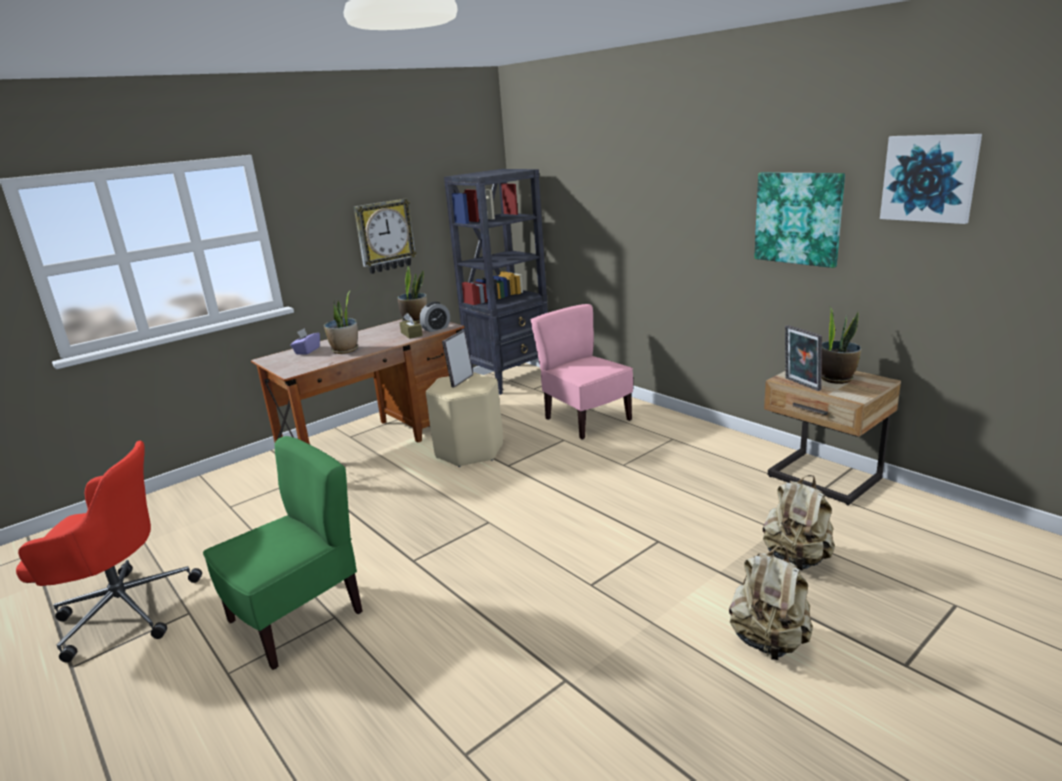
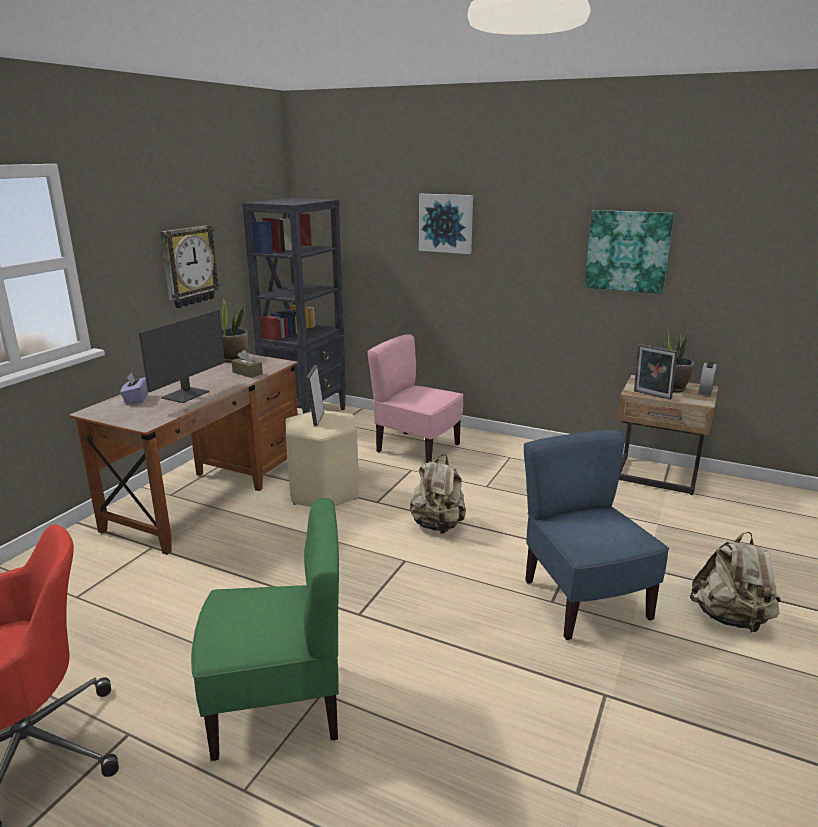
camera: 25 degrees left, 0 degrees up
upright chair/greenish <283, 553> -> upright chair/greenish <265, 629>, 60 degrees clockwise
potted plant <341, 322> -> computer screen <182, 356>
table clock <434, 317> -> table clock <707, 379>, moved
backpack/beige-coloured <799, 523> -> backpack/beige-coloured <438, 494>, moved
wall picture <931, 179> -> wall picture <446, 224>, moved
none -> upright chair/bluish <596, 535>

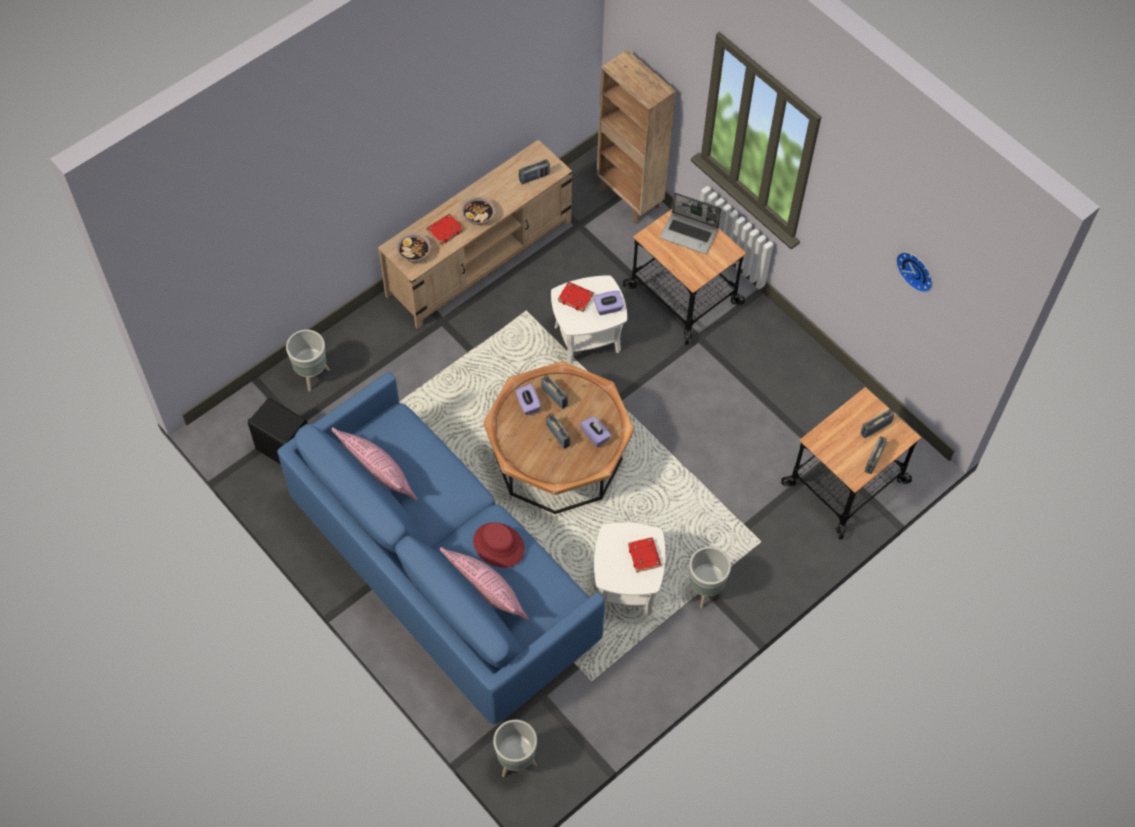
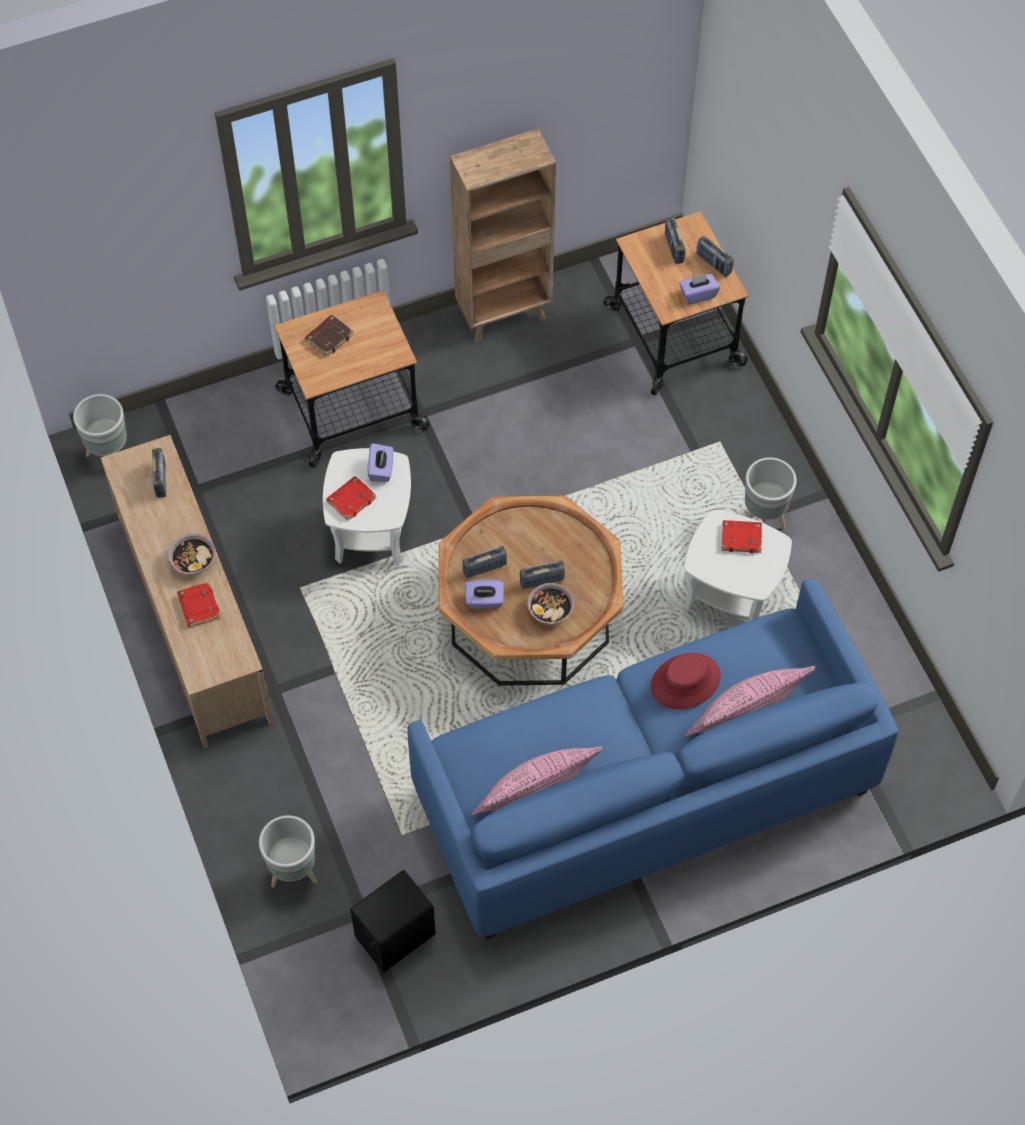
camera: 70 degrees left, 0 degrees up
serving bowl <414, 247> -> serving bowl <550, 604>, moved
planter/gray <515, 748> -> planter/gray <100, 425>, moved
tissue holder/purplish <596, 431> -> tissue holder/purplish <699, 289>, moved
bookshelf/brownish <636, 137> -> bookshelf/brownish <503, 236>, moved
portable computer <690, 223> -> volume/brownish <329, 336>
hanging clock <914, 272> -> none

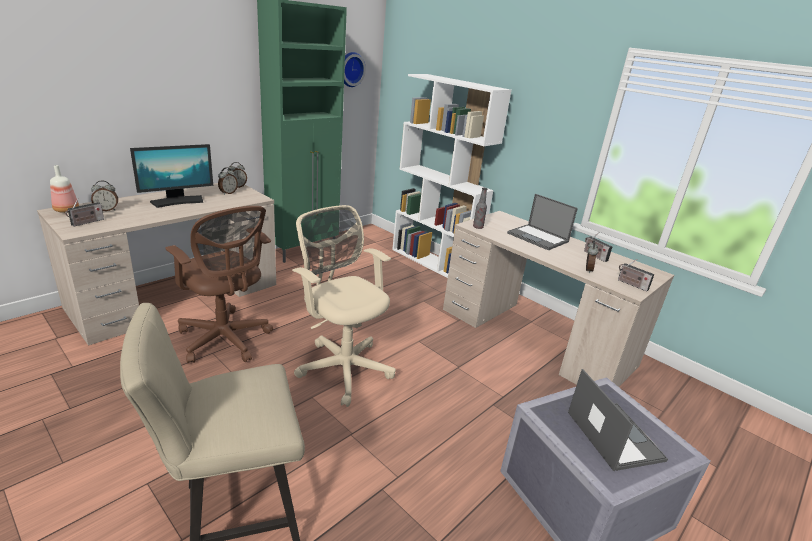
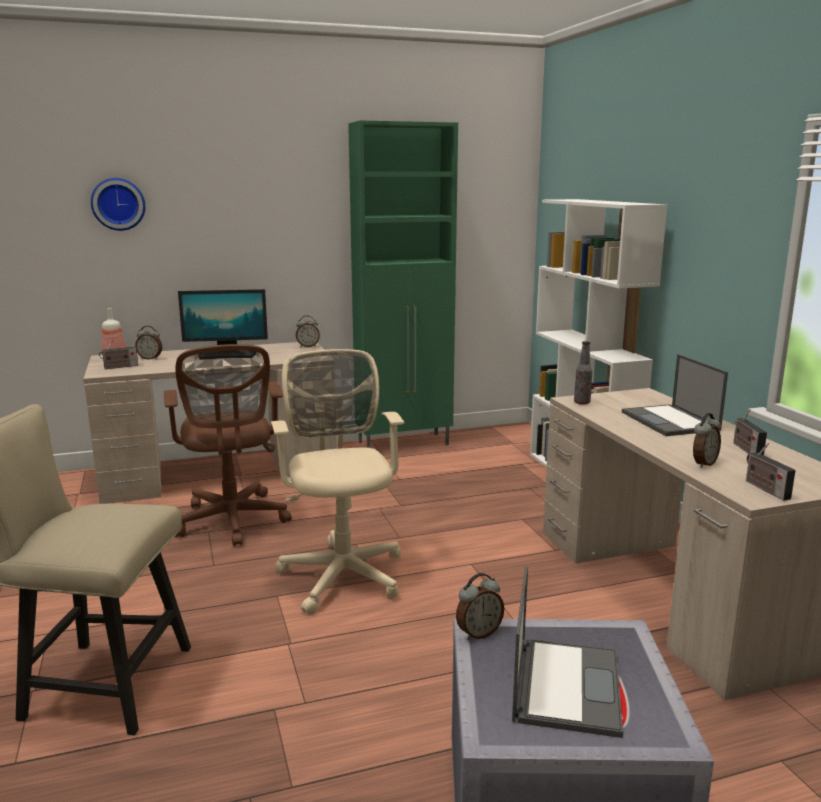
camera: 30 degrees right, 10 degrees down
table clock <228, 181> -> table clock <480, 606>, moved
hanging clock <355, 69> -> hanging clock <118, 204>, moved

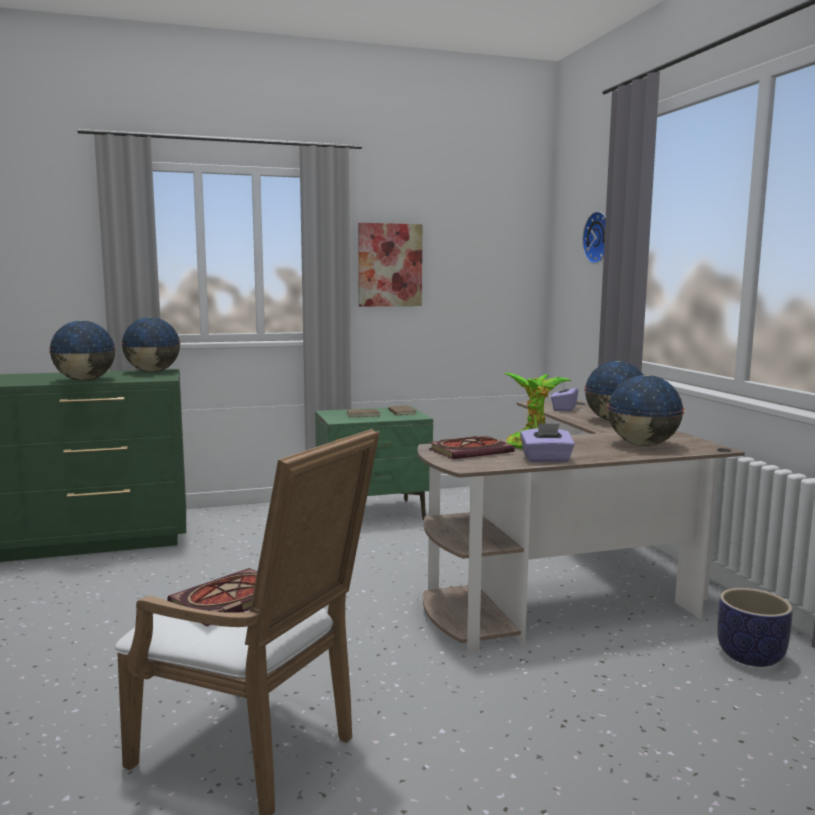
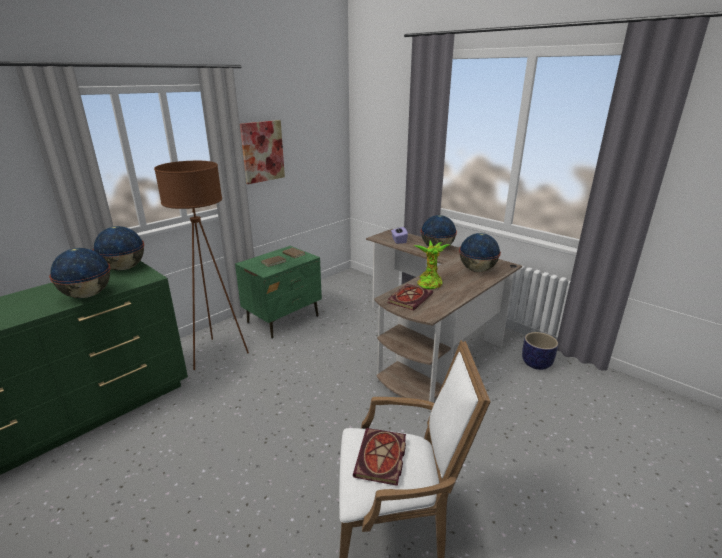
camera: 30 degrees left, 15 degrees up
tissue holder/purplish <547, 442> -> none
hanging clock <594, 237> -> none
none -> standing lamp/brownish <201, 265>

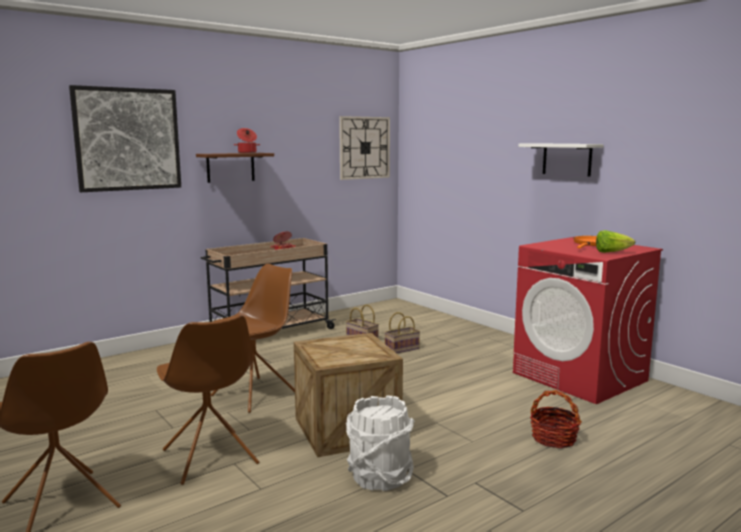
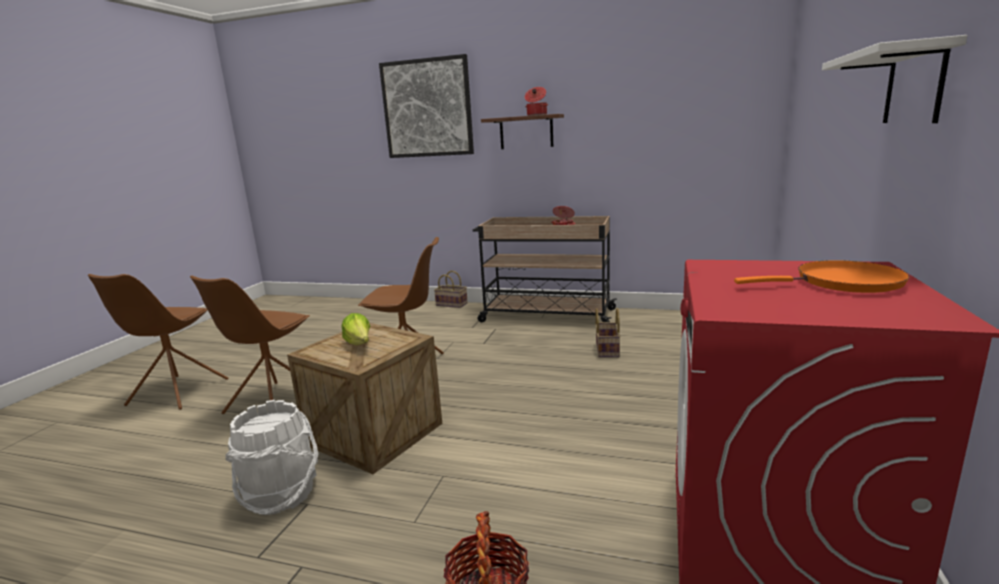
camera: 55 degrees right, 5 degrees up
hanging clock <364, 148> -> none
storage basket <402, 333> -> storage basket <451, 289>, moved
lettuce head <615, 241> -> lettuce head <356, 329>, moved

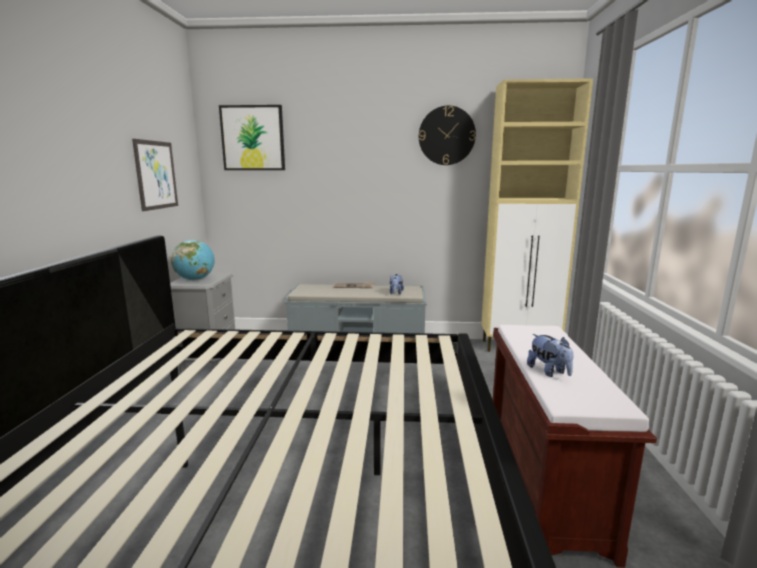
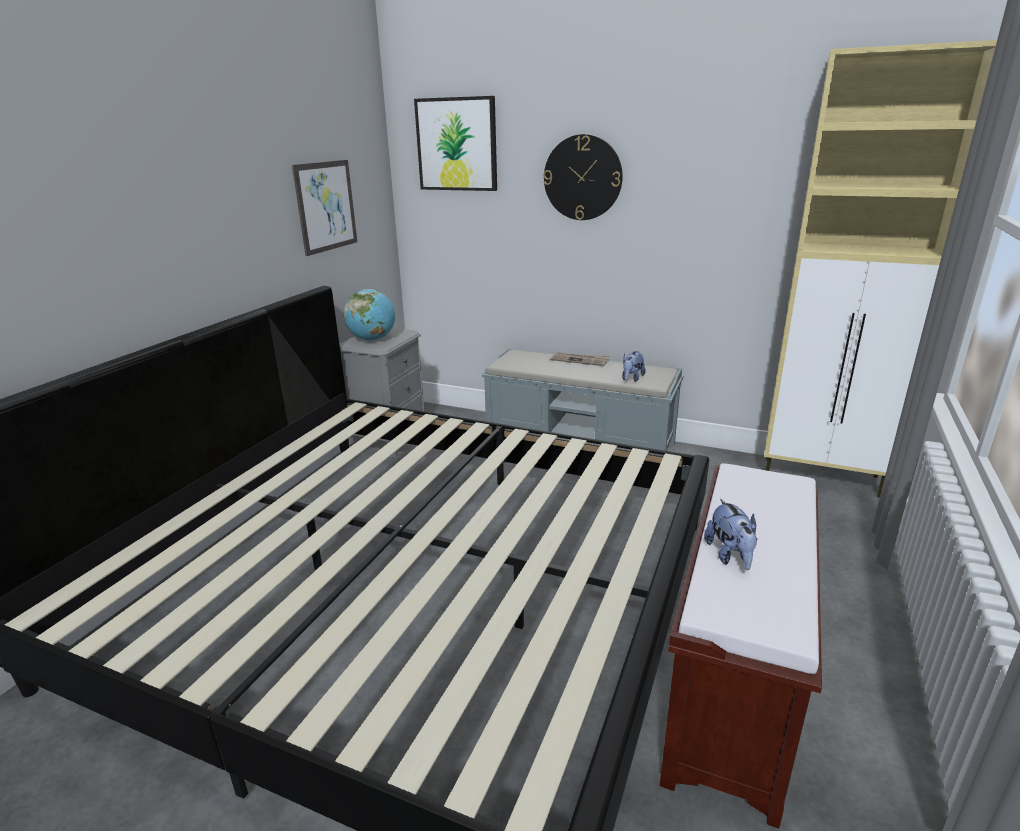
camera: 20 degrees right, 10 degrees up
hanging clock <447, 135> -> hanging clock <583, 177>, moved

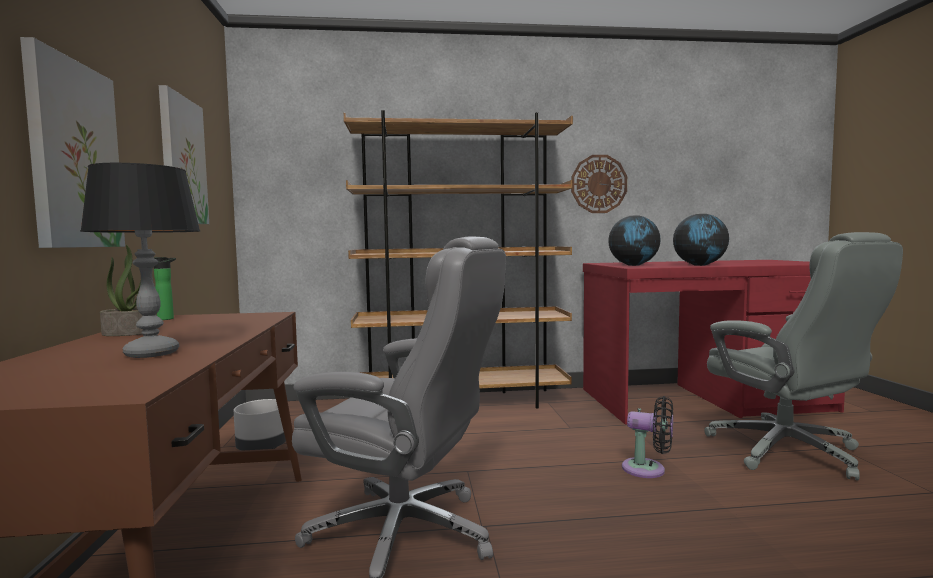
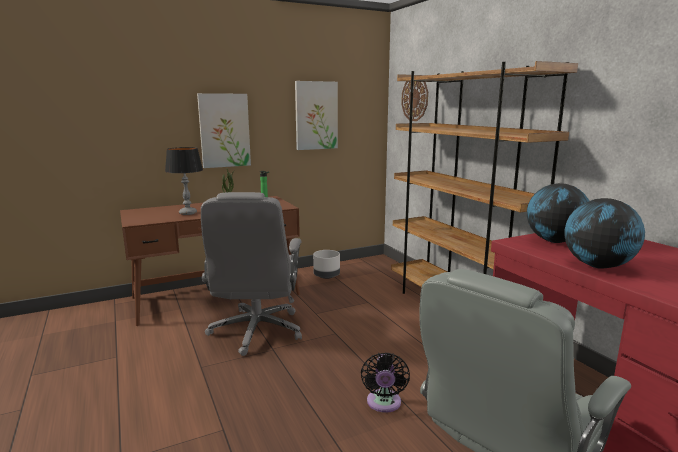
camera: 70 degrees right, 10 degrees up
hanging clock <599, 184> -> hanging clock <414, 101>, moved

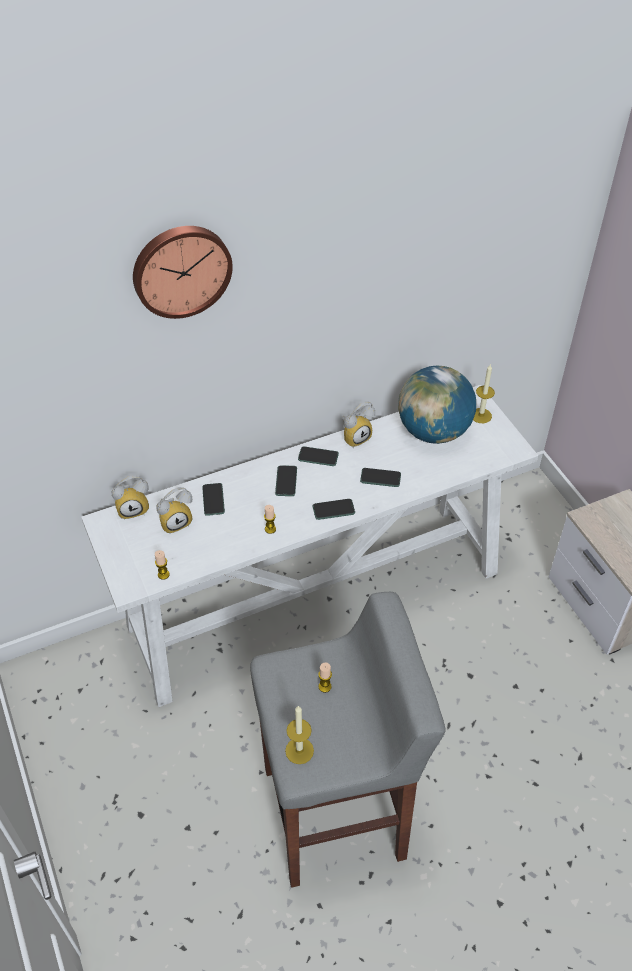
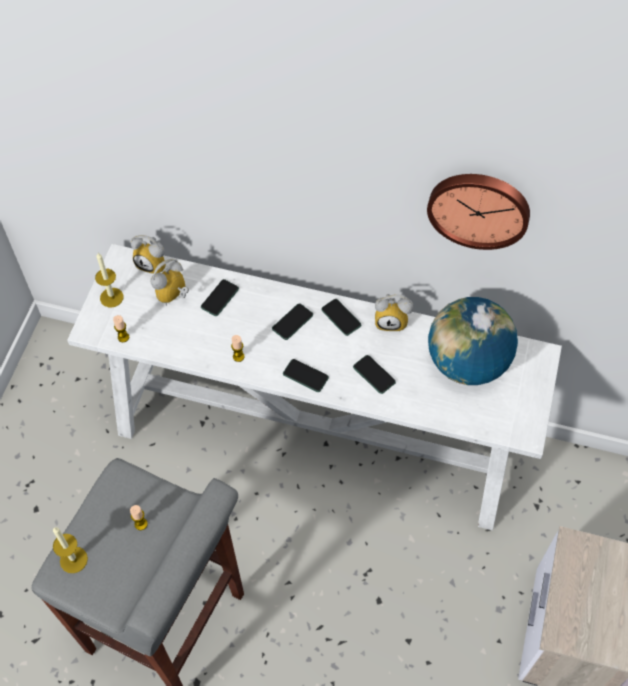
camera: 40 degrees right, 10 degrees up
hanging clock <183, 272> -> hanging clock <478, 212>, moved
table clock <174, 510> -> table clock <169, 282>, 120 degrees clockwise
wax light <484, 394> -> wax light <109, 280>, moved

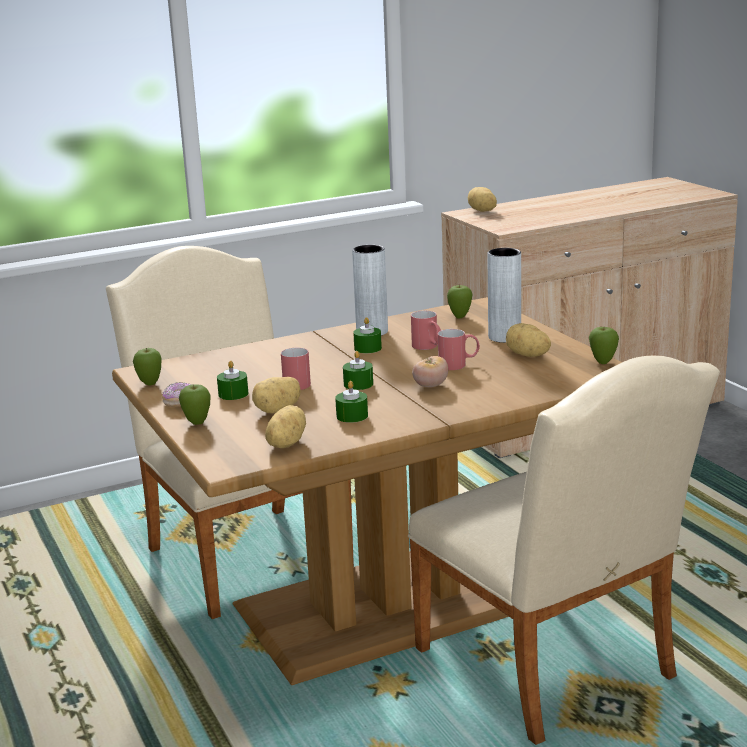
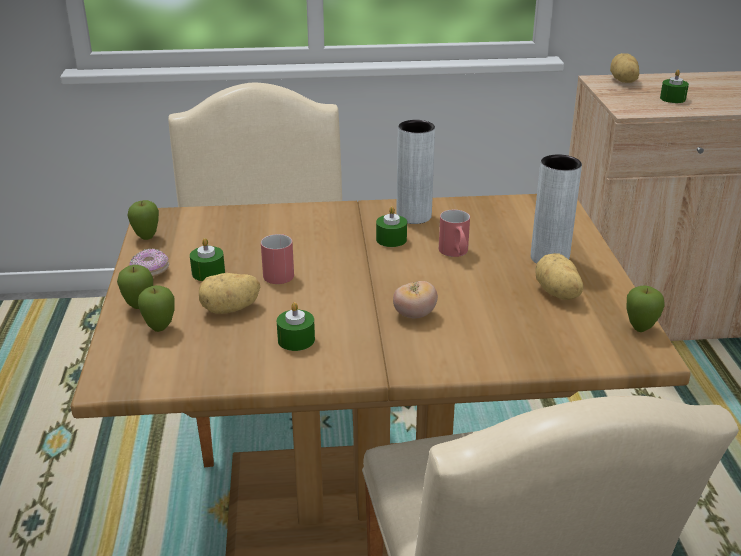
camera: 20 degrees right, 10 degrees up
potato <285, 426> -> none
wax light/greenish <358, 370> -> wax light/greenish <674, 86>, moved
coffee mug/red <459, 349> -> none
apple <460, 302> -> apple <156, 308>, moved

